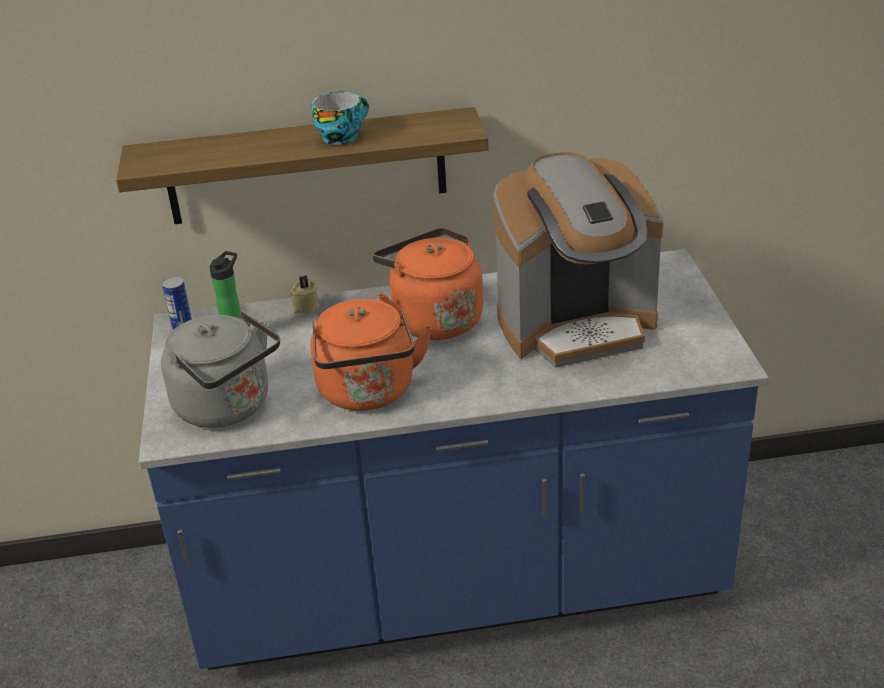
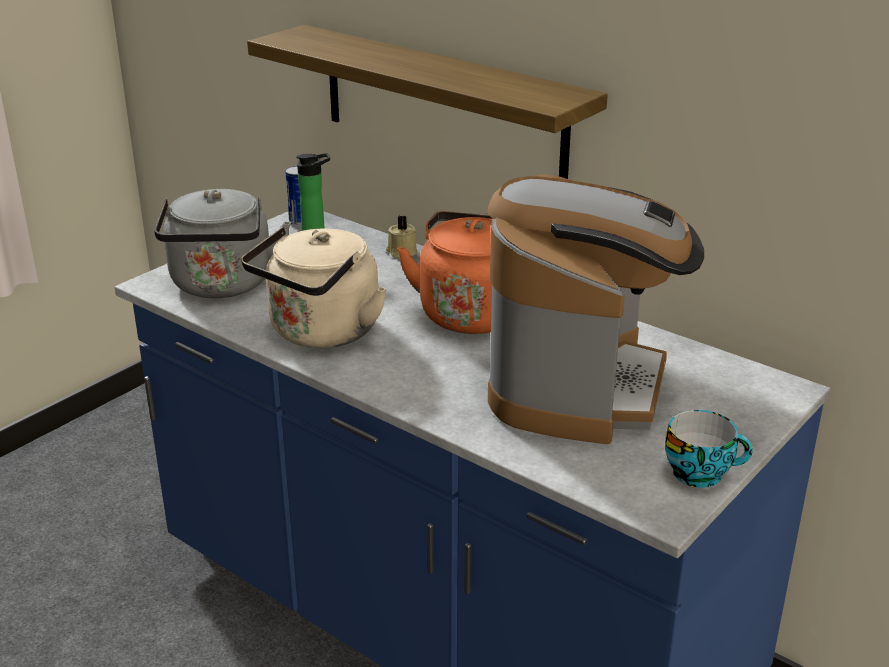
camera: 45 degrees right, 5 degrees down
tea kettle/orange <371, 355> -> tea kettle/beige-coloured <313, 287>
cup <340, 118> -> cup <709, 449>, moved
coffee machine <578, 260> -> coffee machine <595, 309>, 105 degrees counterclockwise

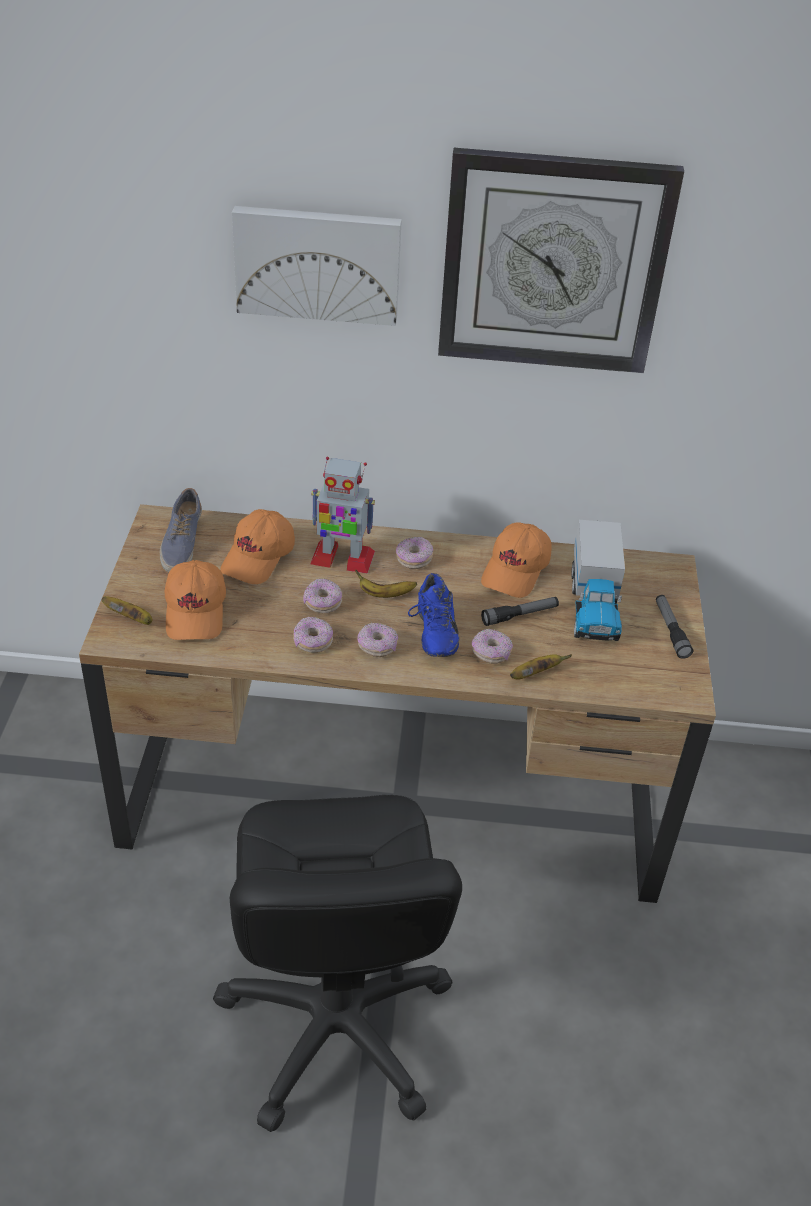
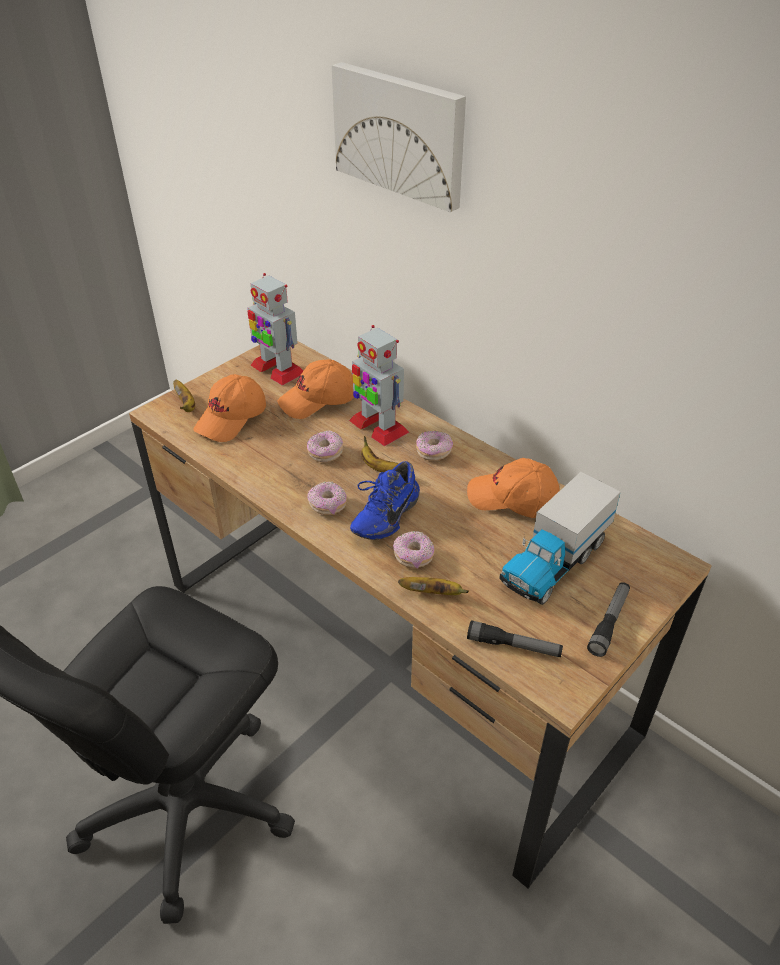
camera: 40 degrees right, 0 degrees up
low shoe <181, 530> -> toy robot <275, 329>
doughnut <313, 635> -> none
hanging clock <561, 260> -> none
peaked cap/orange <516, 560> -> peaked cap/orange <513, 488>, 45 degrees clockwise
hand torch <520, 611> -> hand torch <515, 638>, moved

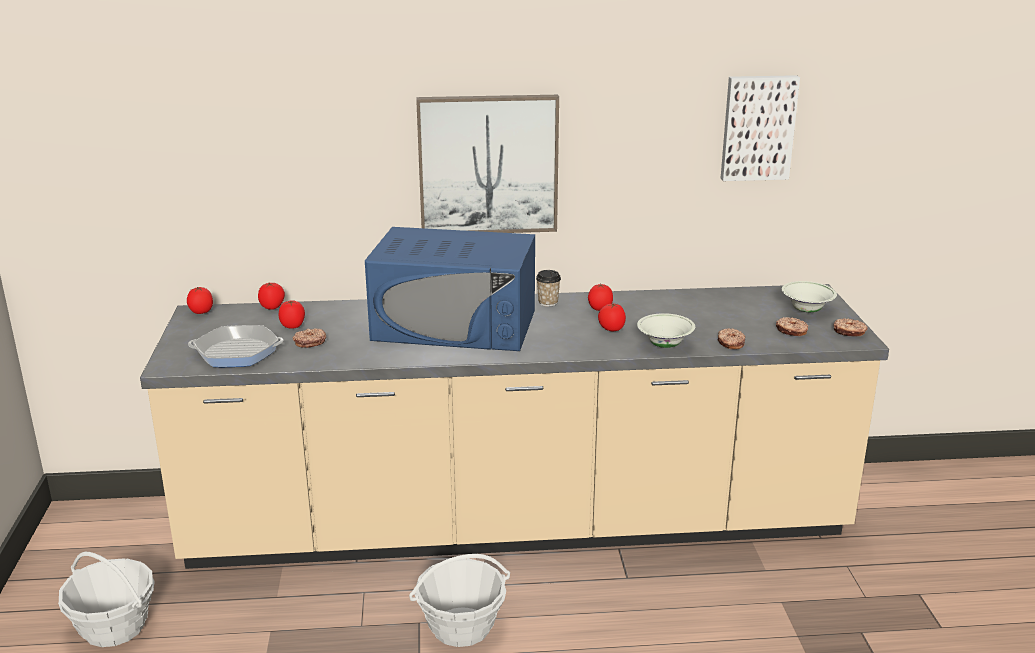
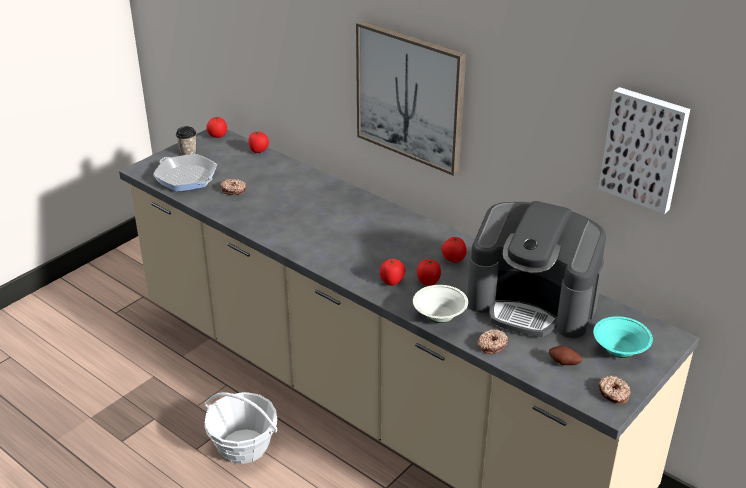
camera: 45 degrees right, 10 degrees up
storage basket <106, 599> -> none
tomato <292, 314> -> tomato <392, 272>, moved
microwave/bluish <450, 289> -> none
cup <548, 288> -> cup <186, 140>, moved
doughnut <792, 326> -> potato <565, 355>
serving bowl/white <809, 296> -> serving bowl/turquoise <623, 337>
none -> coffee machine <536, 269>

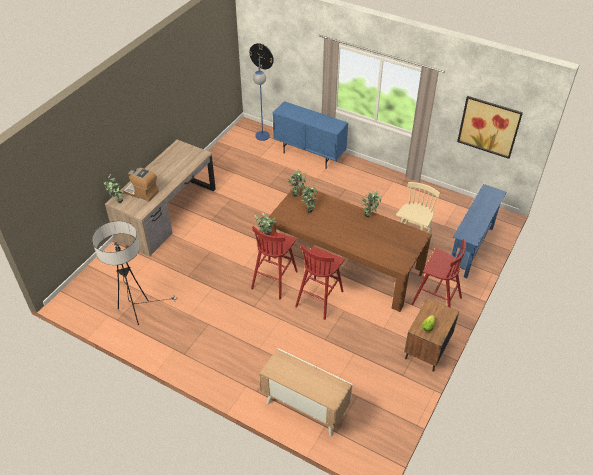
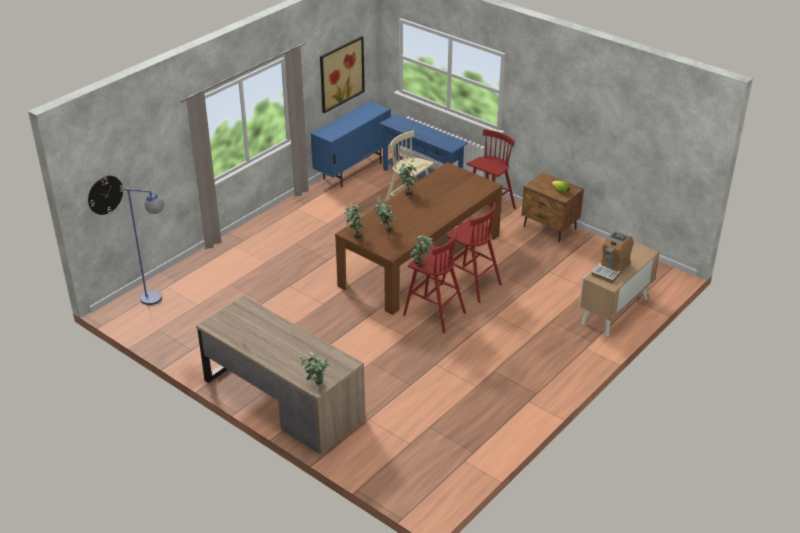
camera: 80 degrees left, 10 degrees down
standing lamp <134, 273> -> none
coffee machine <141, 185> -> coffee machine <613, 257>, moved
storage cabinet/bluish <310, 134> -> storage cabinet/bluish <351, 144>, moved

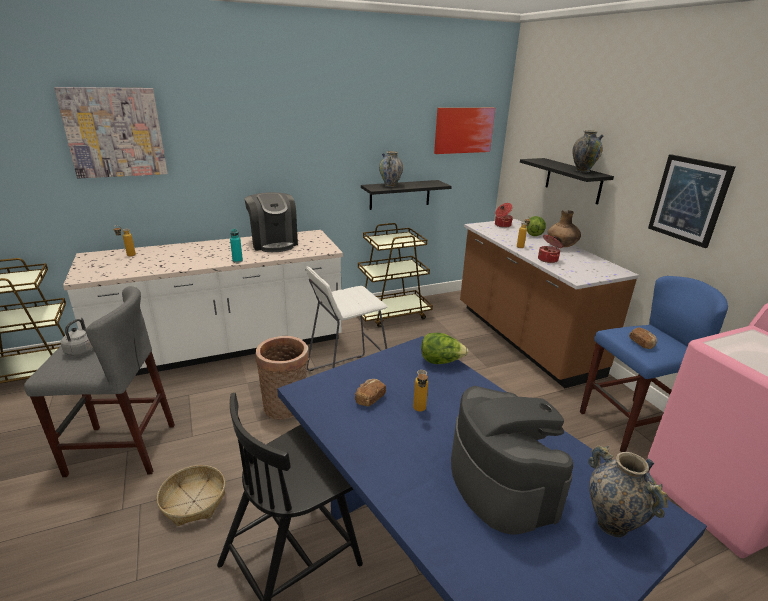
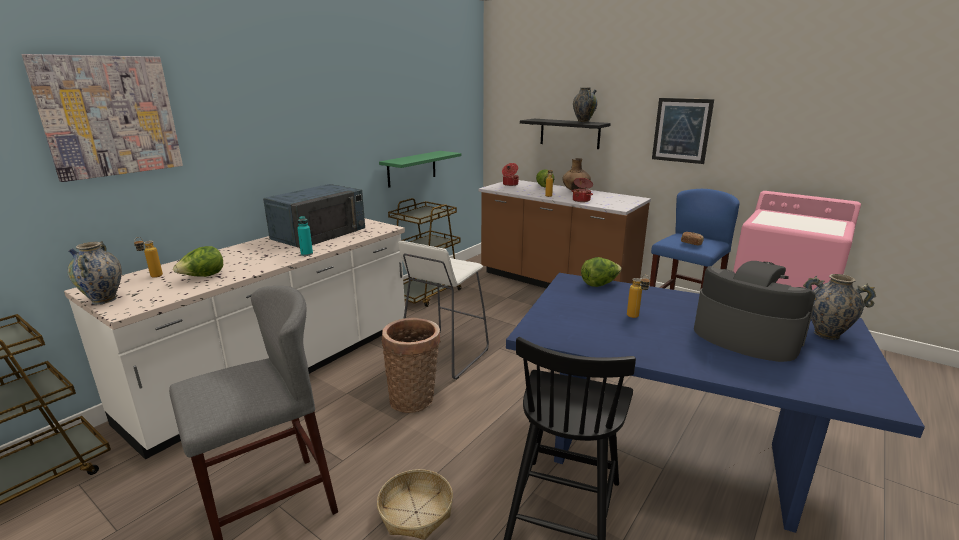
camera: 30 degrees left, 5 degrees down
tea kettle/gray <77, 337> -> none
coffee machine <271, 222> -> microwave/bluish <314, 216>
bread <370, 393> -> none
wall shelf/blackish <406, 195> -> wall shelf/greenish <420, 169>
vase <391, 169> -> vase <94, 273>, moved
wall picture <464, 131> -> none
none -> lettuce head <198, 261>

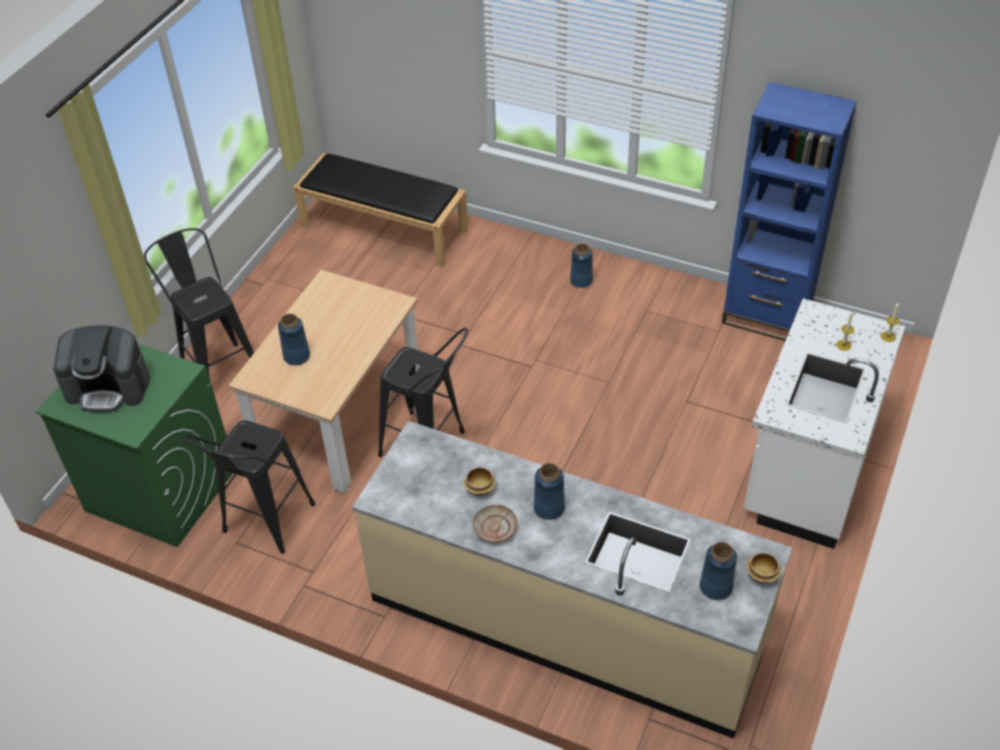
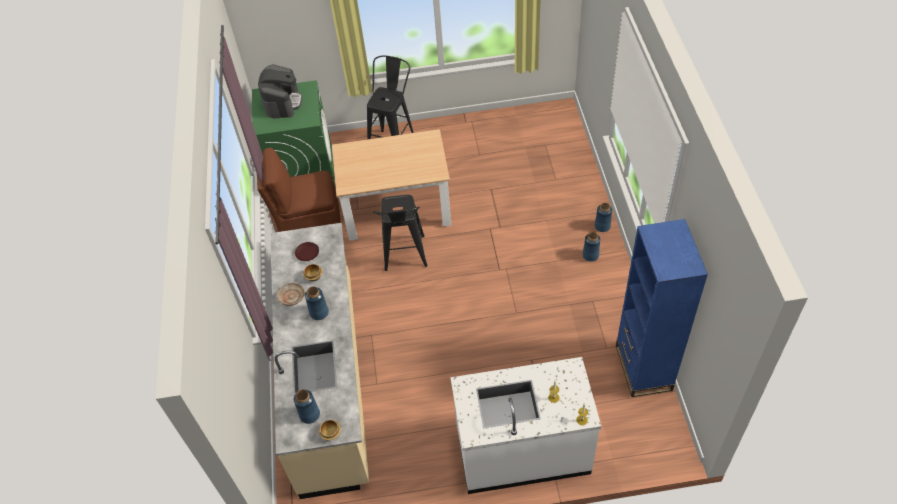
camera: 60 degrees right, 5 degrees up
coffee machine <101, 368> -> coffee machine <280, 91>, 150 degrees counterclockwise
sitting stool/blackish <248, 487> -> upright chair/brownish <299, 190>
vase/bluish <294, 339> -> vase/bluish <603, 217>, moved
bench/blackish <380, 210> -> none
none -> dinner plate/brownish <307, 251>

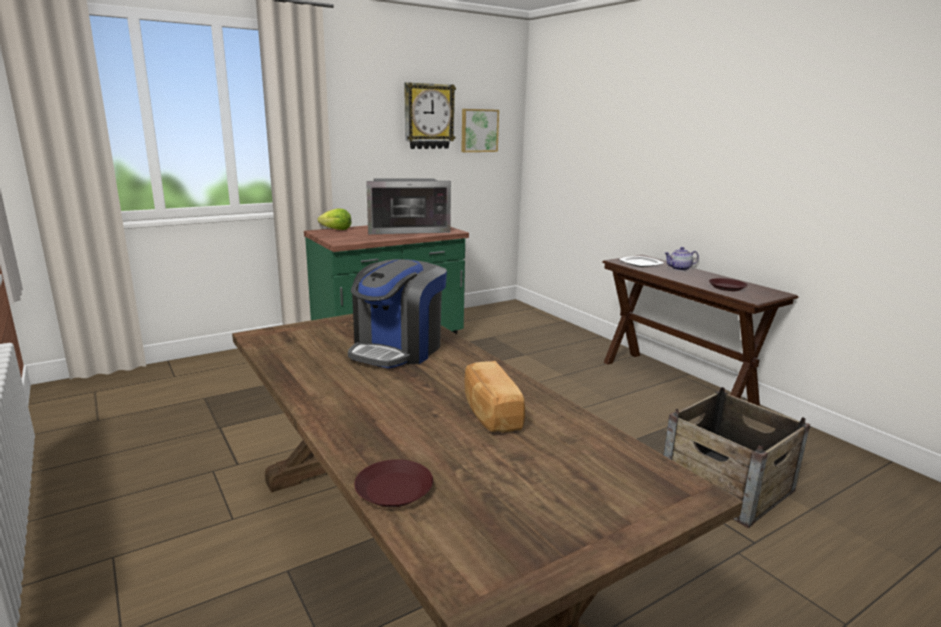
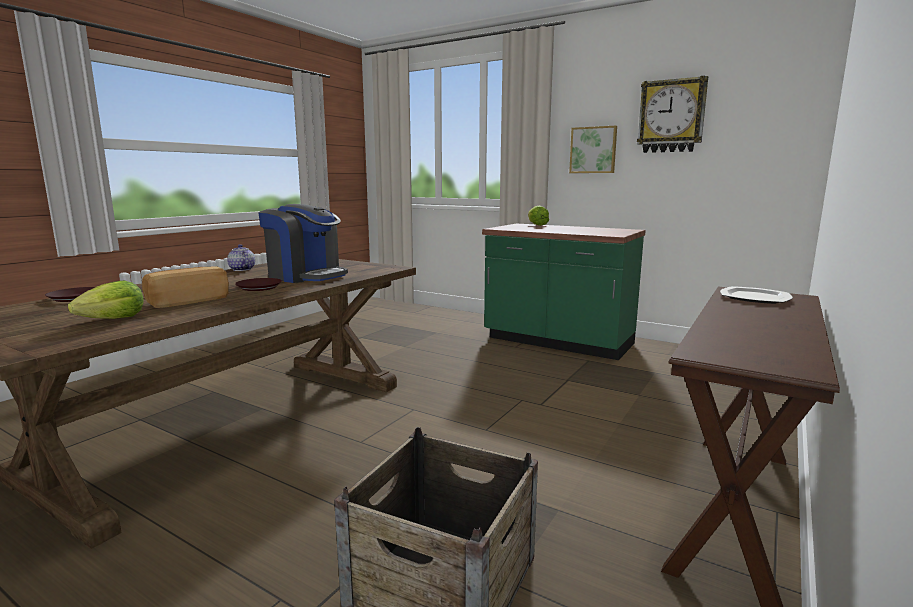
camera: 65 degrees right, 5 degrees down
coffee machine <397, 313> -> coffee machine <303, 243>, 150 degrees counterclockwise
microwave <408, 206> -> none
wall picture <480, 130> -> wall picture <593, 149>, moved
teapot <681, 259> -> teapot <241, 257>, moved
dinner plate/brownish <728, 284> -> dinner plate/brownish <258, 284>, moved
none -> lettuce head <106, 300>

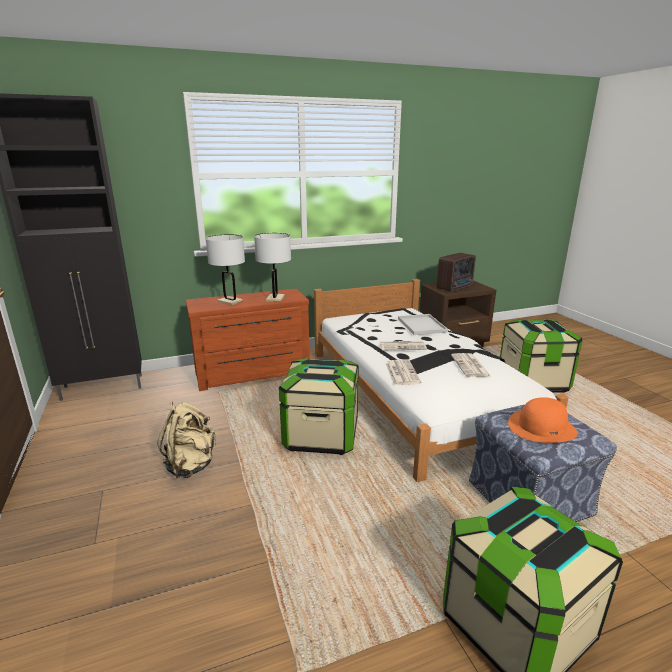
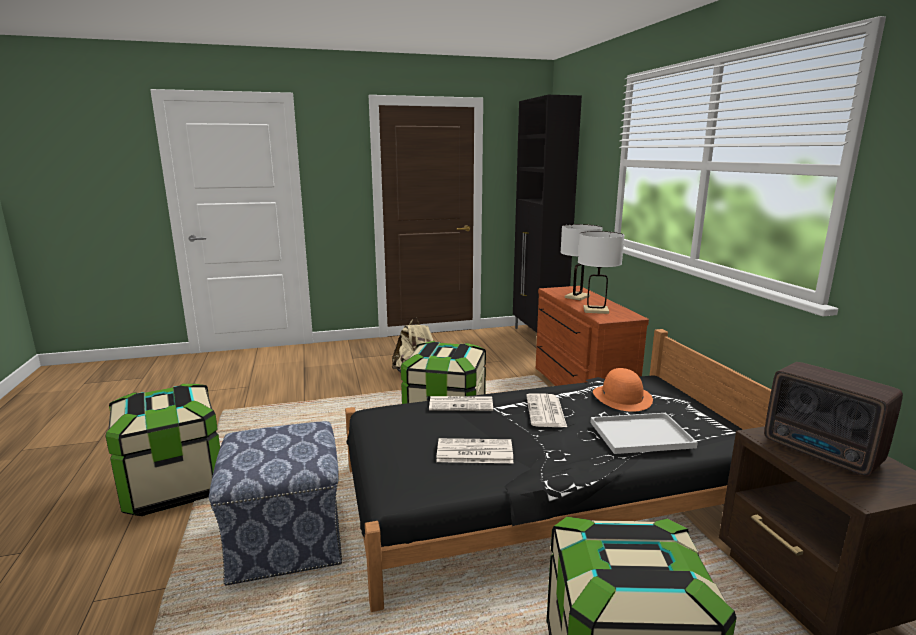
camera: 95 degrees right, 5 degrees down
sleeping bed/white <441, 380> -> sleeping bed/blackish <558, 470>
wearable hat/orange <542, 420> -> wearable hat/orange <623, 390>, moved

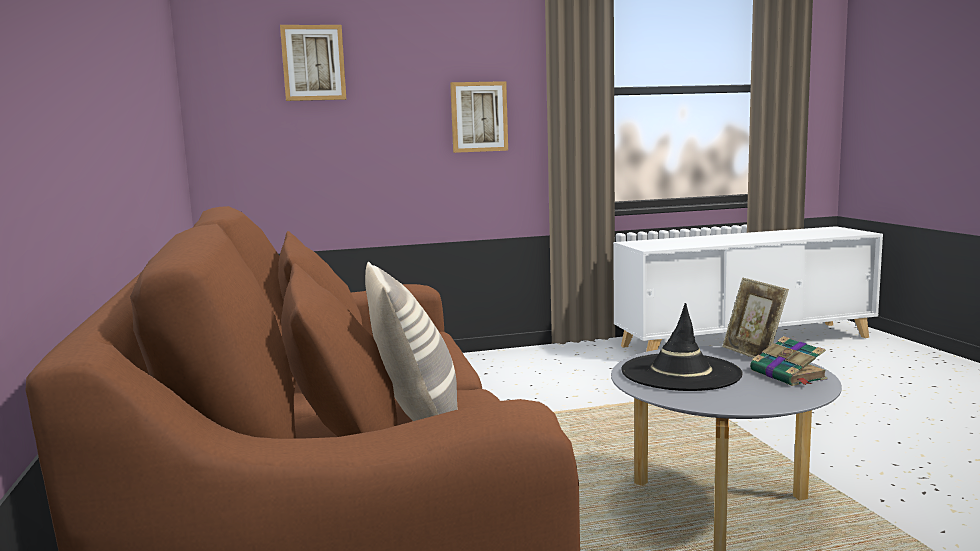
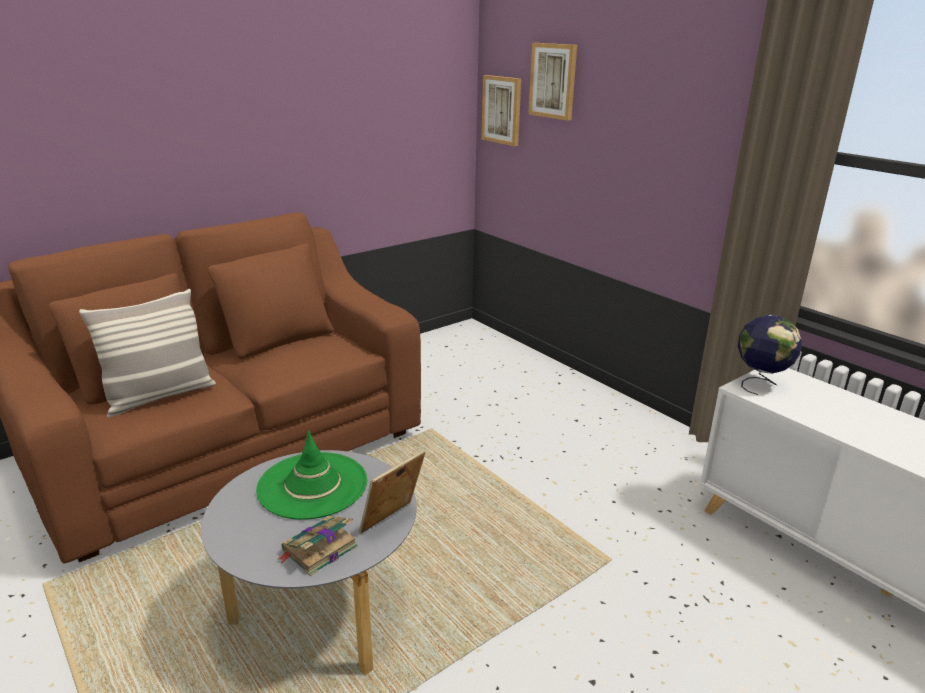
camera: 65 degrees right, 15 degrees up
wall picture <479, 117> -> wall picture <501, 110>, moved
wearable hat/blackish <682, 347> -> wearable hat/greenish <311, 475>
none -> globe <770, 354>

